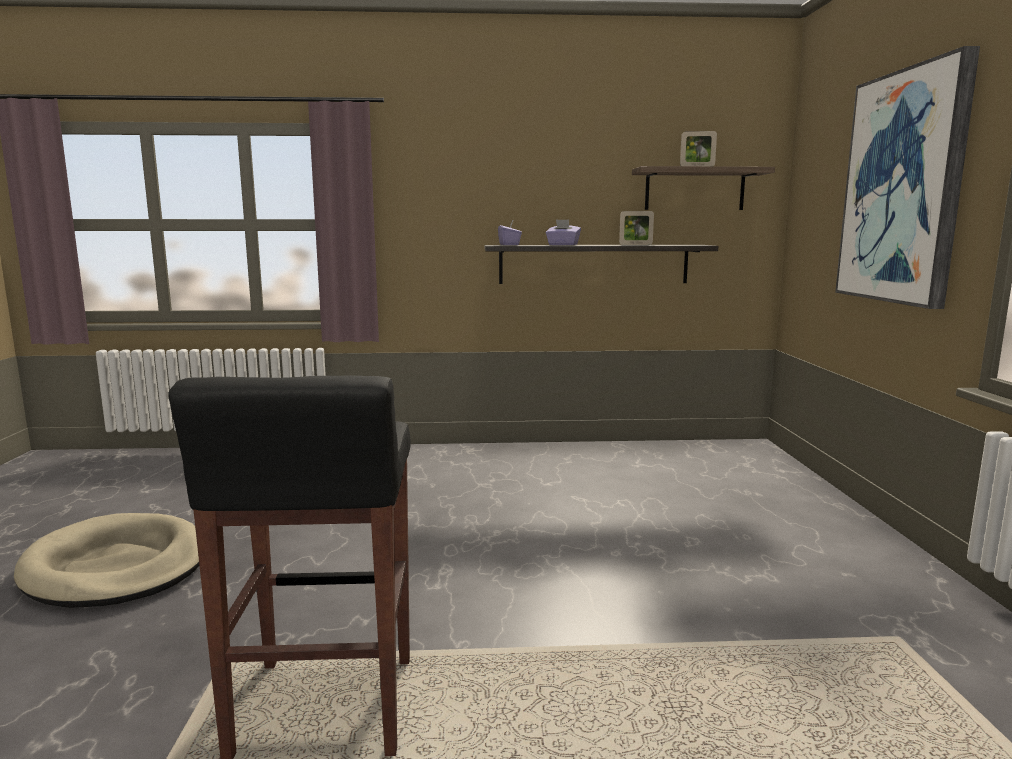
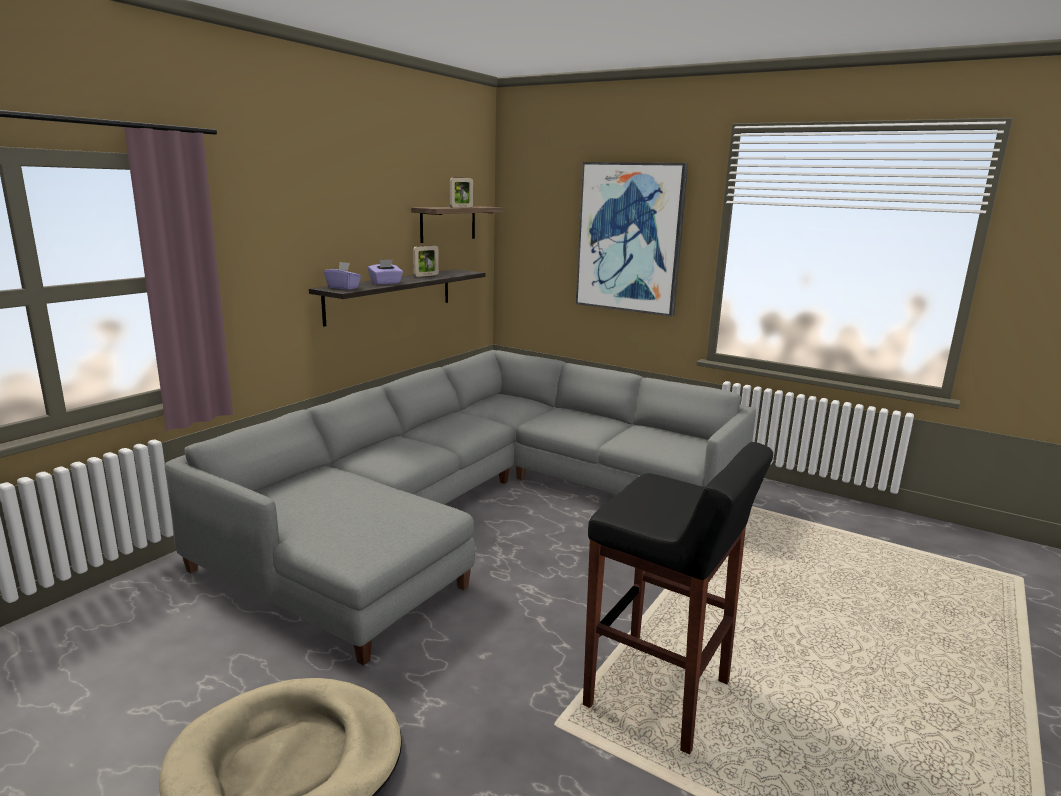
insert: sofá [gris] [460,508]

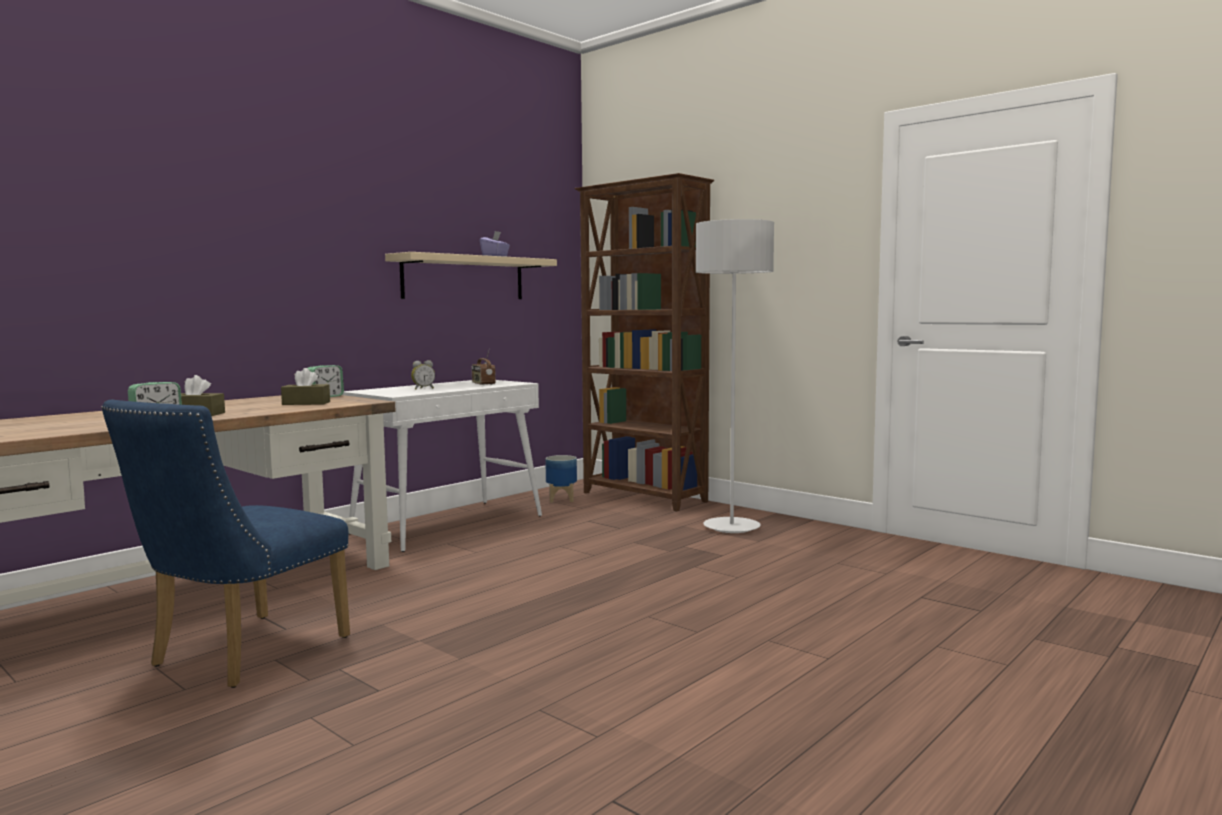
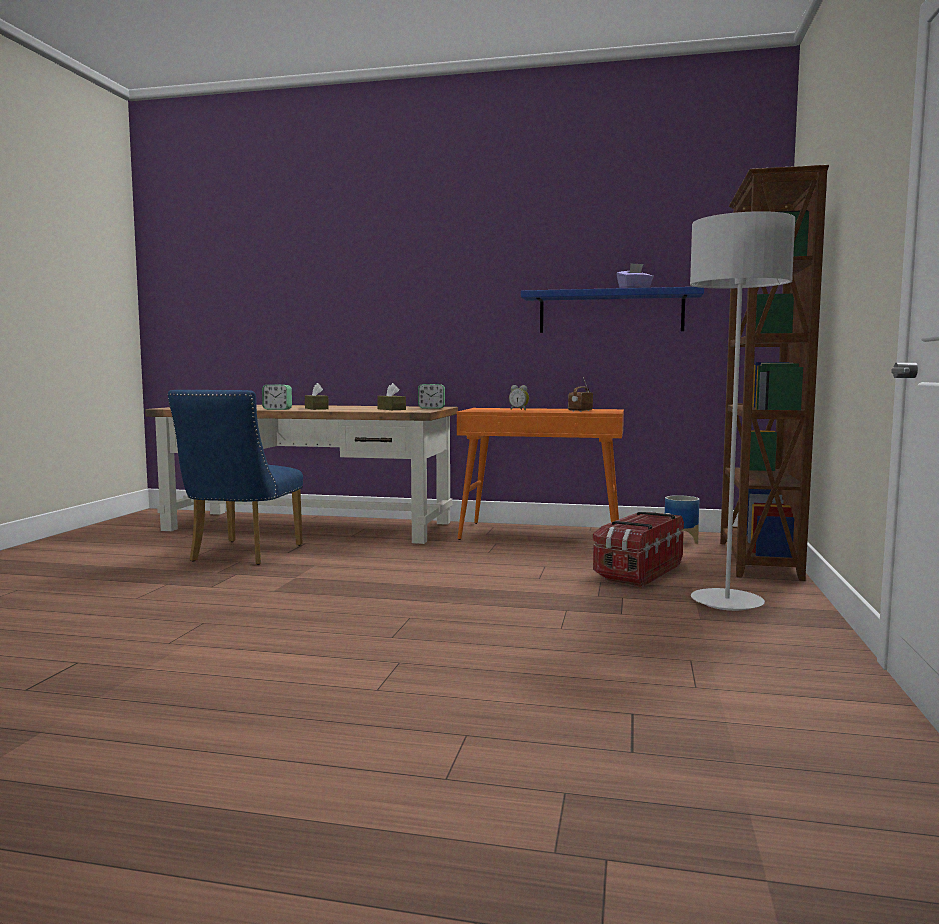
insert: caja de almacenaje [638,549]
recolor: estante [beis] [471,275] to estante [azul] [612,310]; mesa consola [blanco] [442,466] to mesa consola [naranja] [540,474]
rotate: silla [azul] [226,544] = [235,477] 75 degrees counterclockwise

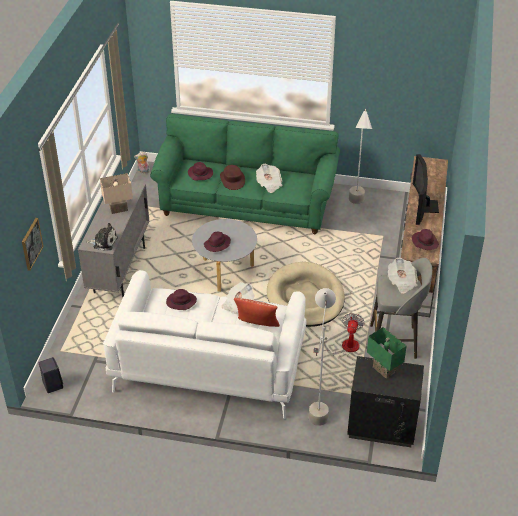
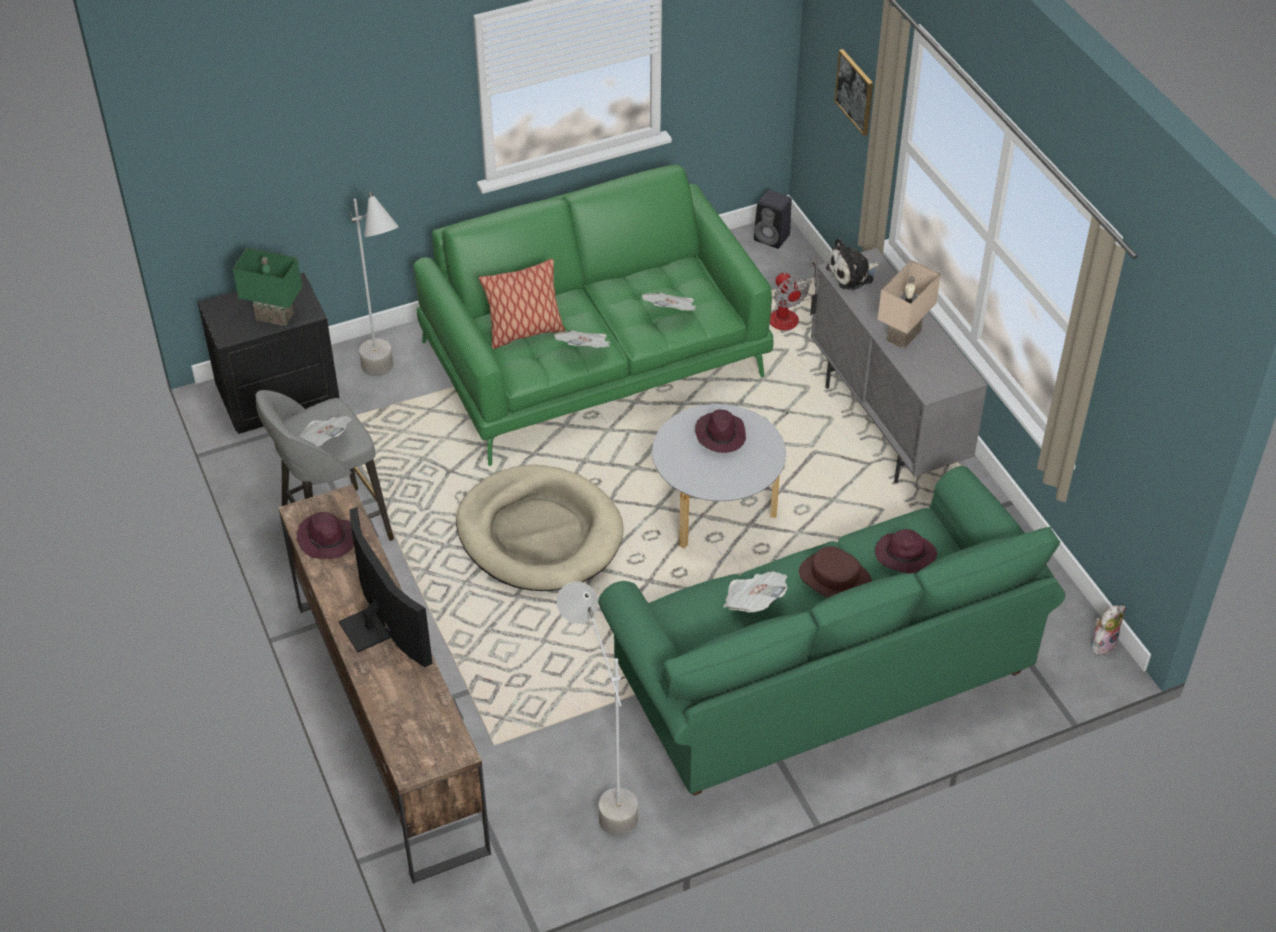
move: ventilador [339,335] to [793,293]
replace: sombrero [morado] [181,299] to periódico [669,301]
recolor: sofá [blanco] [205,344] to sofá [verde] [593,315]

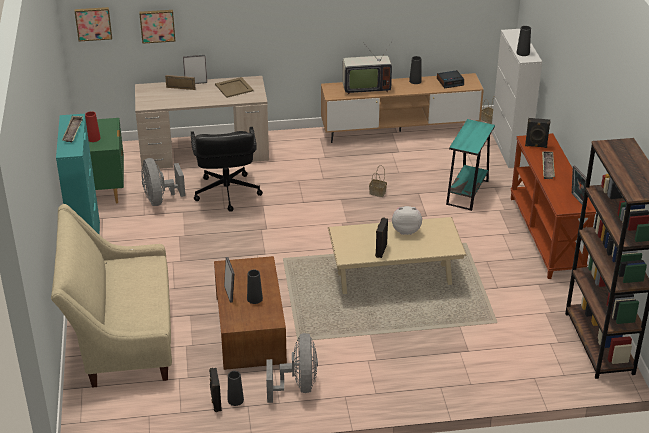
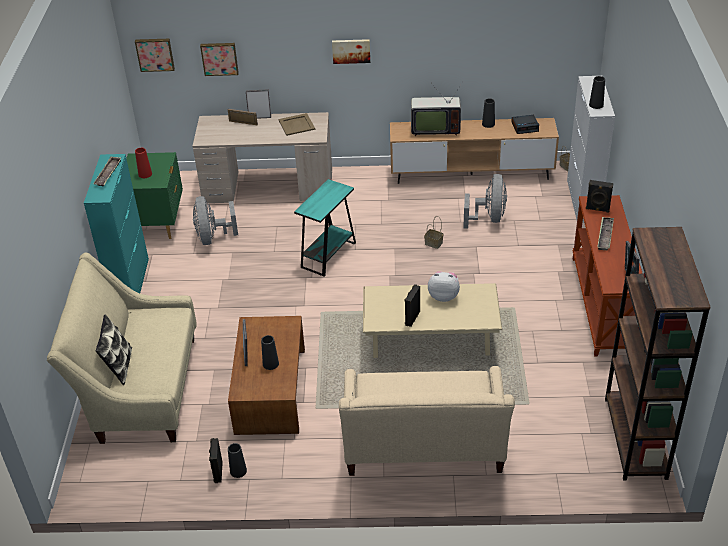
delete: silla de oficina [negro] [227,169]
insert: cuadro [351,51]; cojín [113,350]; sofá [beis] [427,421]
move: mesa auxiliar [turquesa] [470,165] to [325,228]; ventilador [gris] [292,368] to [485,201]

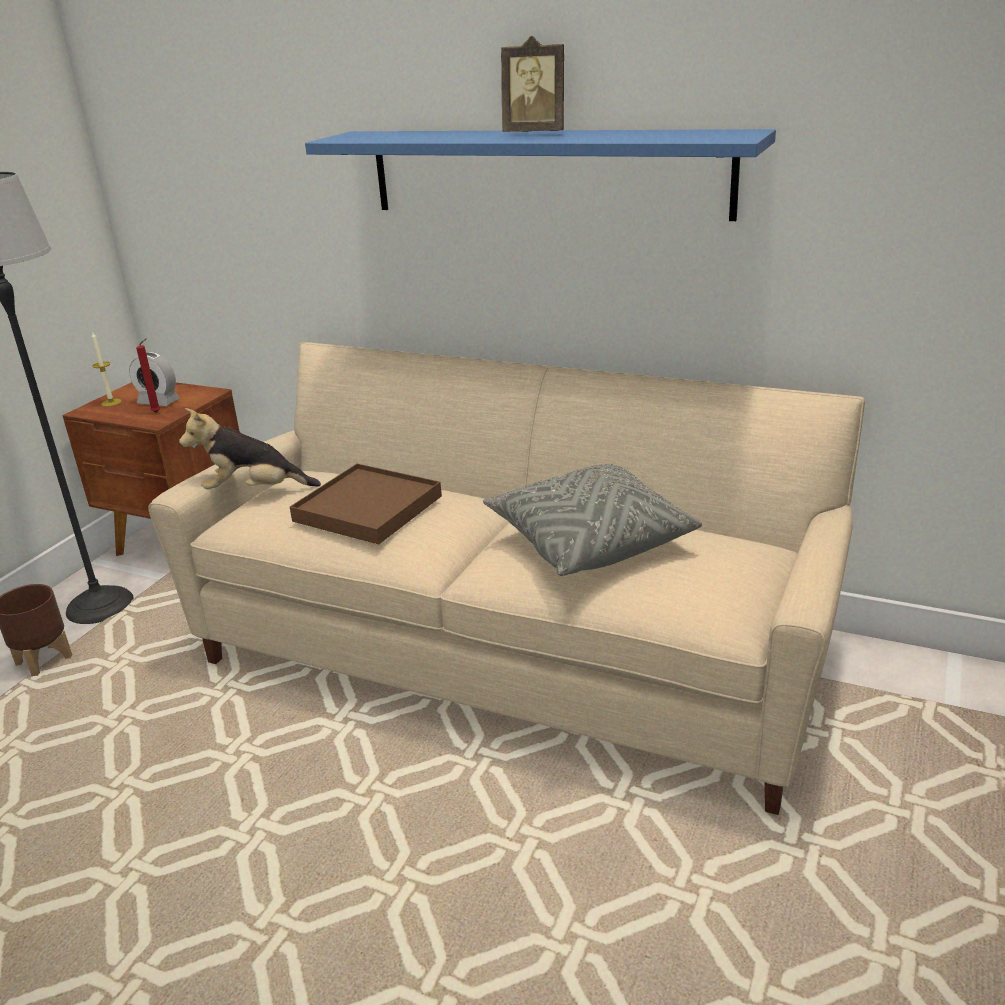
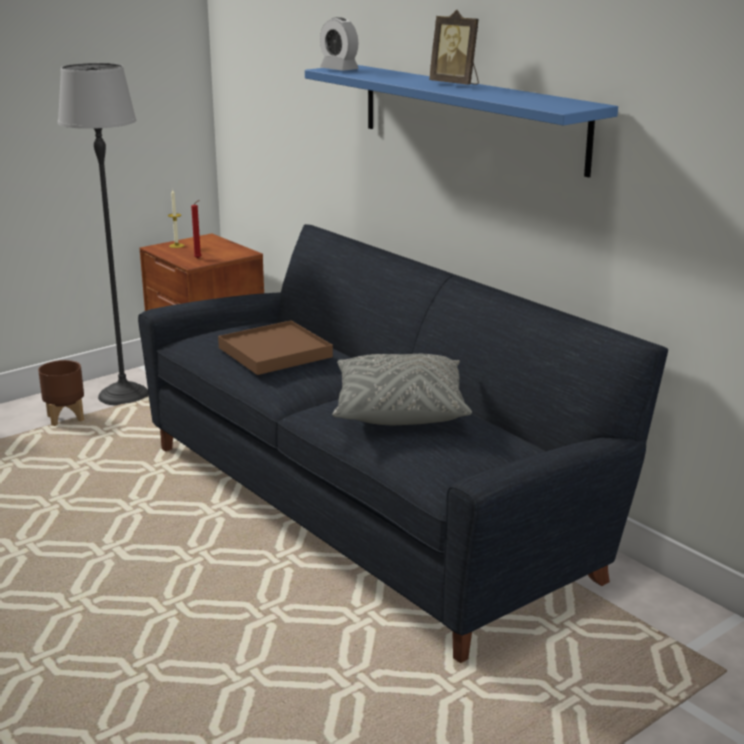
delete: peluche [250,449]
move: despertador [154,379] to [339,44]
recolor: sofá [beis] [506,578] to sofá [negro] [403,443]

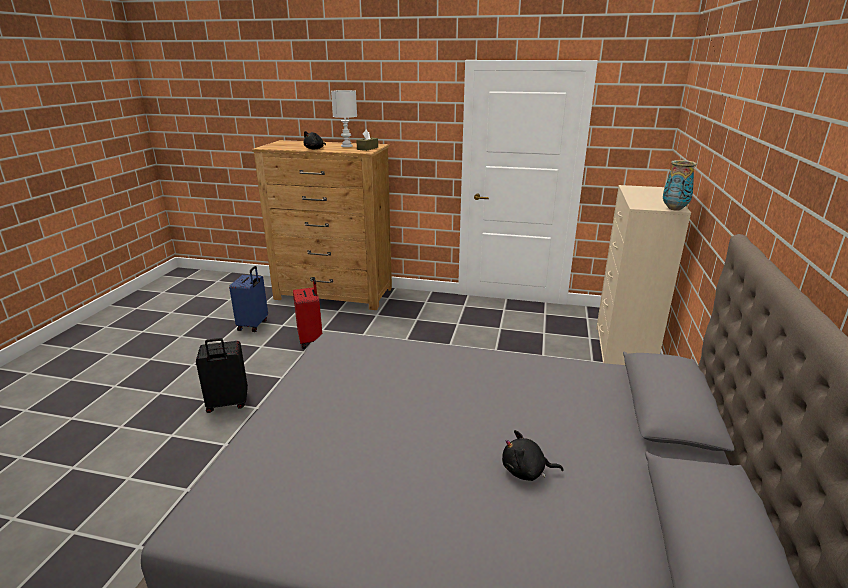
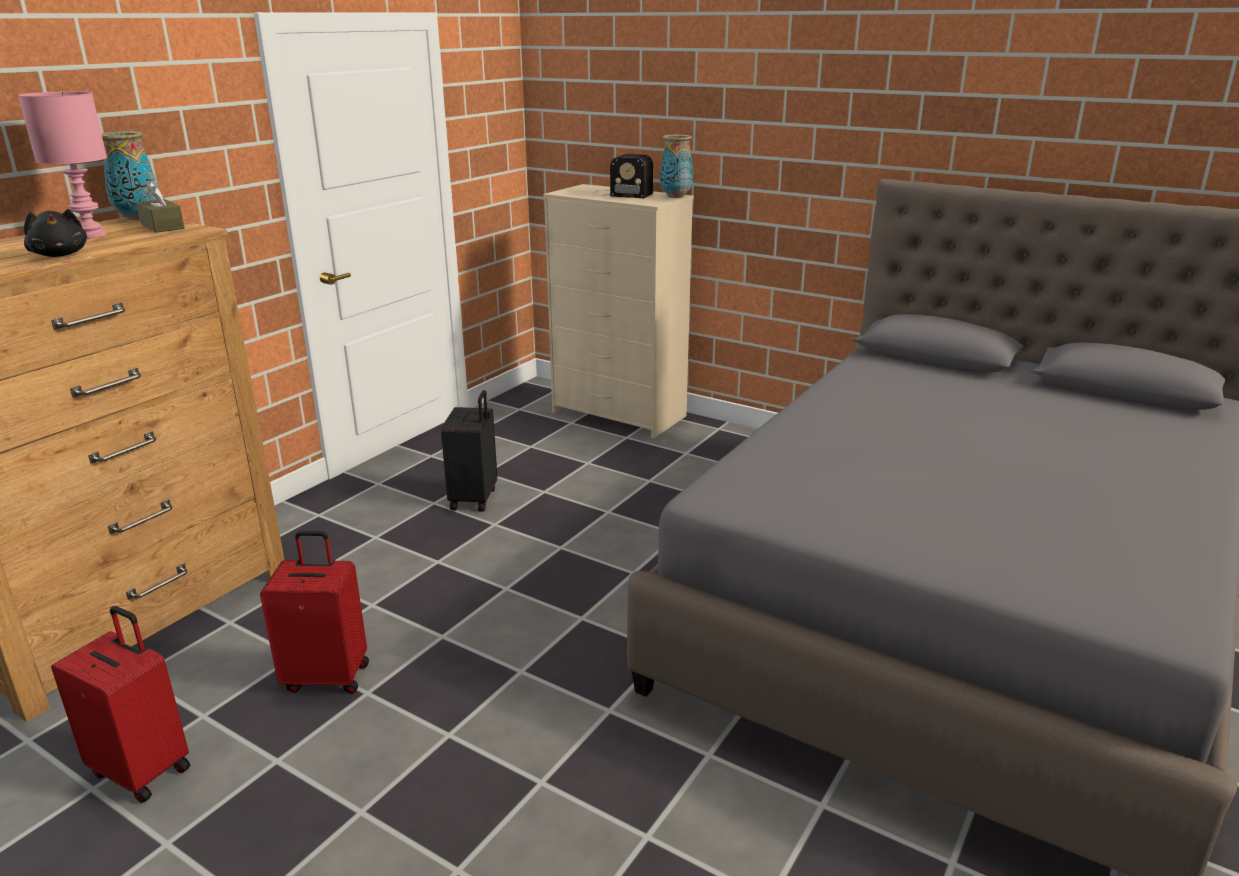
delete: peluche [negro] [532,455]
insert: florero [129,175]; radio [622,176]
move: maleta [negro] [222,375] to [469,451]
recolor: lámpara de mesa [blanco] [344,118] to lámpara de mesa [rosa] [62,165]; maleta [azul] [248,299] to maleta [rojo] [120,704]

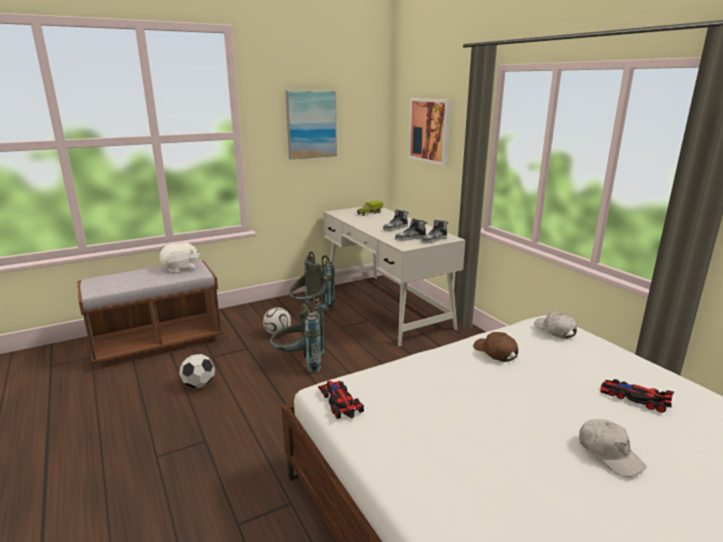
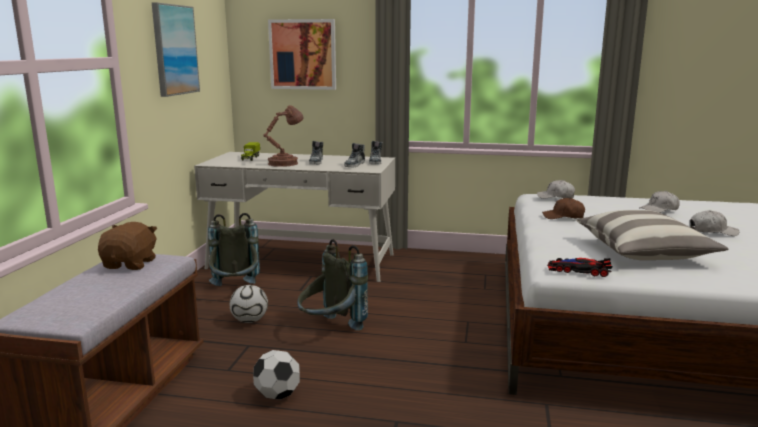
insert: lámpara de mesa [marrón] [283,136]; cojín [652,235]
replace: coche de juguete [637,396] to gorra [blanco] [660,202]
recolor: peluche [blanco] [179,258] to peluche [marrón] [127,246]

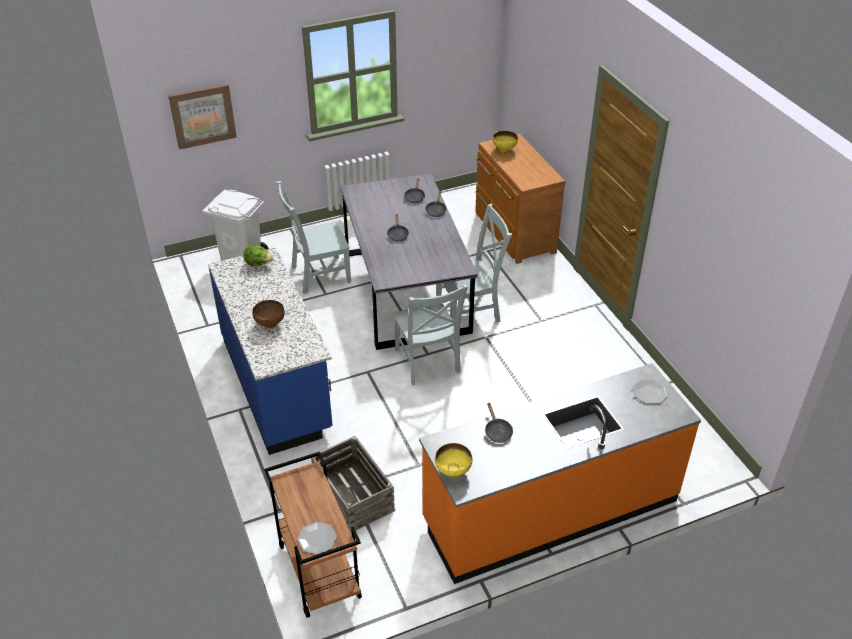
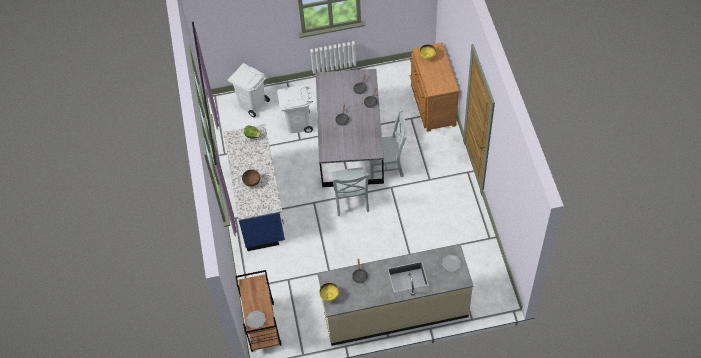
delete: cuadro [202,116]; caja de embalaje [353,484]
replace: silla [gris] [313,237] to papelera [blanco] [295,109]
recolor: mueble bajo de cocina [naranja] [560,473] to mueble bajo de cocina [beis] [395,295]

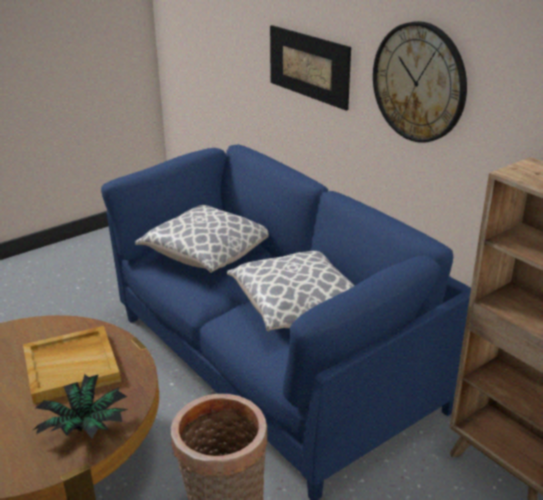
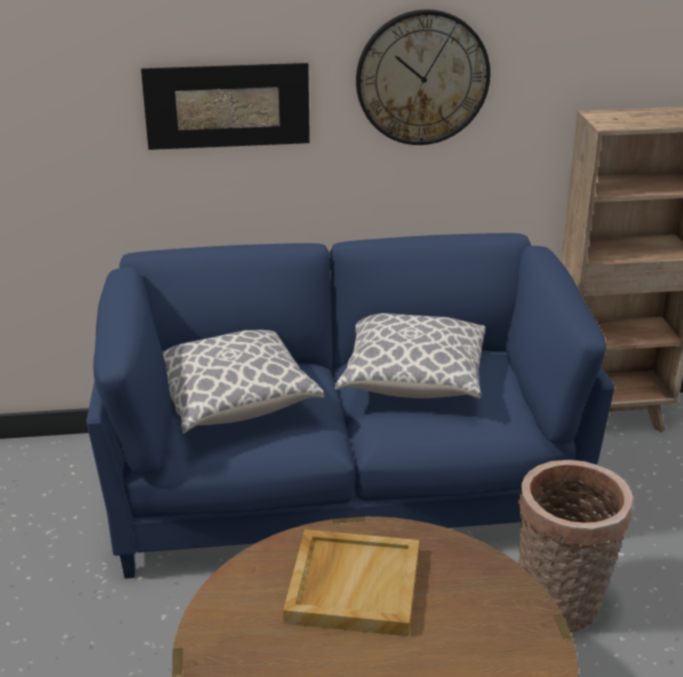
delete: planta en maceta [80,406]

